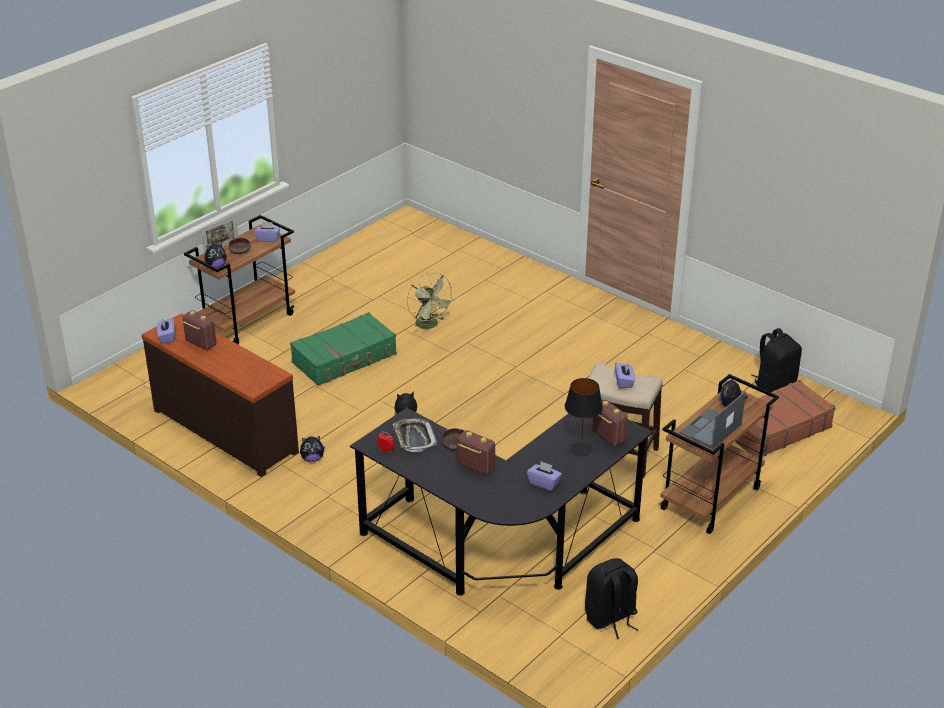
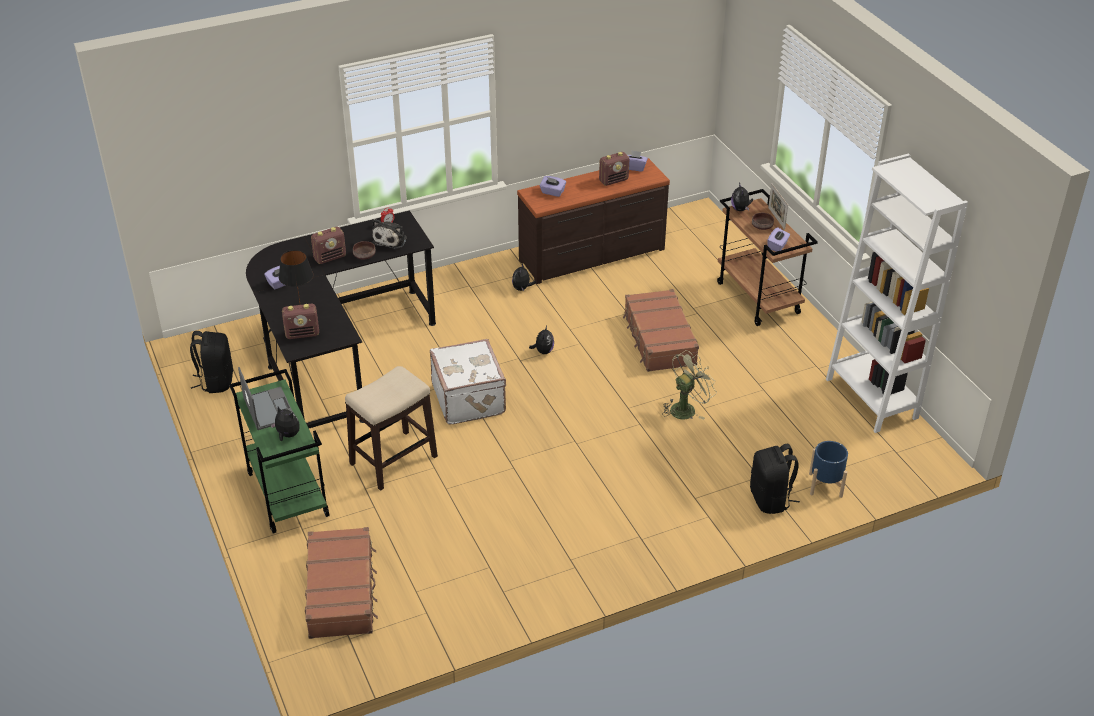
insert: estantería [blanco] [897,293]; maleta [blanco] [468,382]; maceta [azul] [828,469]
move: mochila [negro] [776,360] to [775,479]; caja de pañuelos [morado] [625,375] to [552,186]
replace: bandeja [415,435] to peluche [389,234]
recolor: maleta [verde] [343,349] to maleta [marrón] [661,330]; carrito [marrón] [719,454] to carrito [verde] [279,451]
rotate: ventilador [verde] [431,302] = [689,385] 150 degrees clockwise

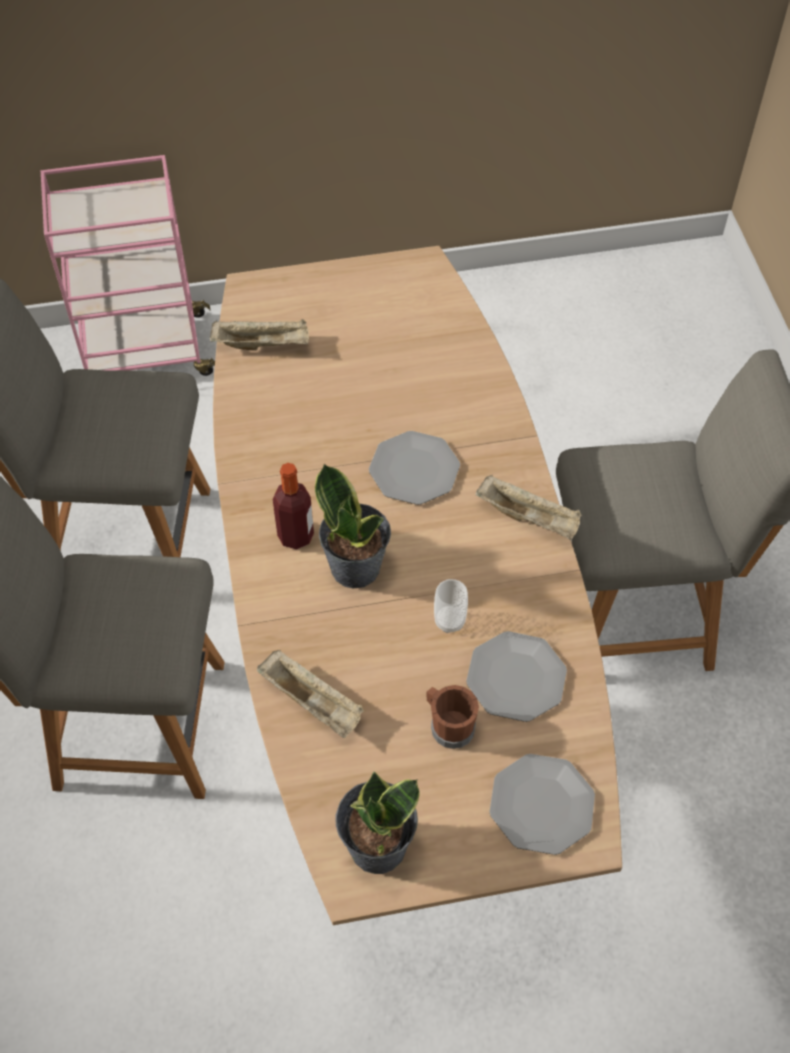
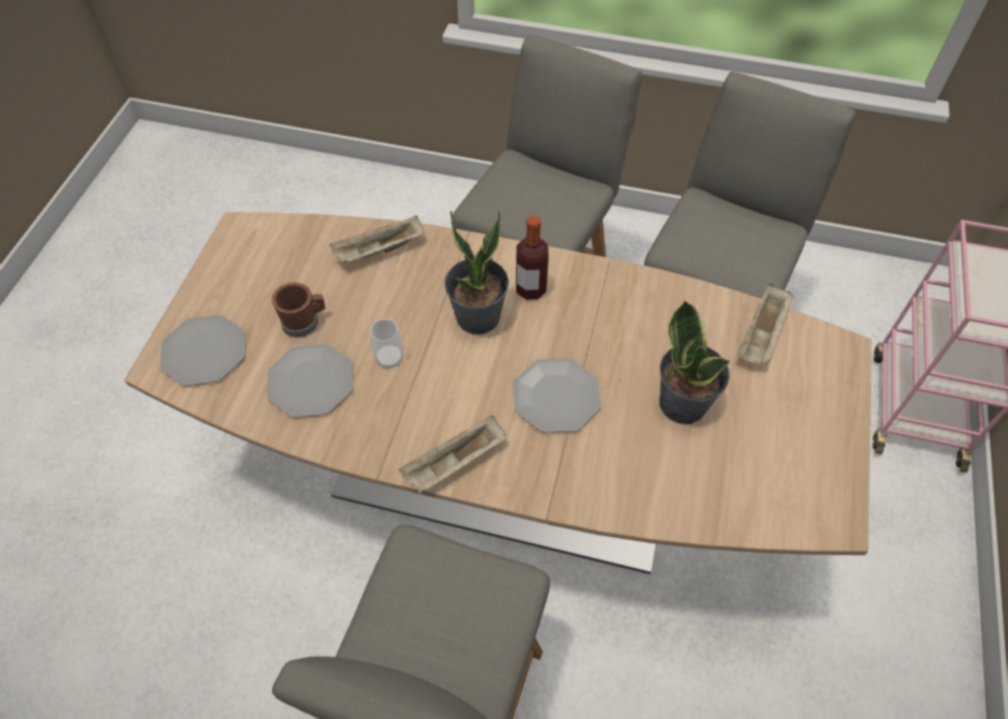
move: planta en maceta [377,822] to [694,362]

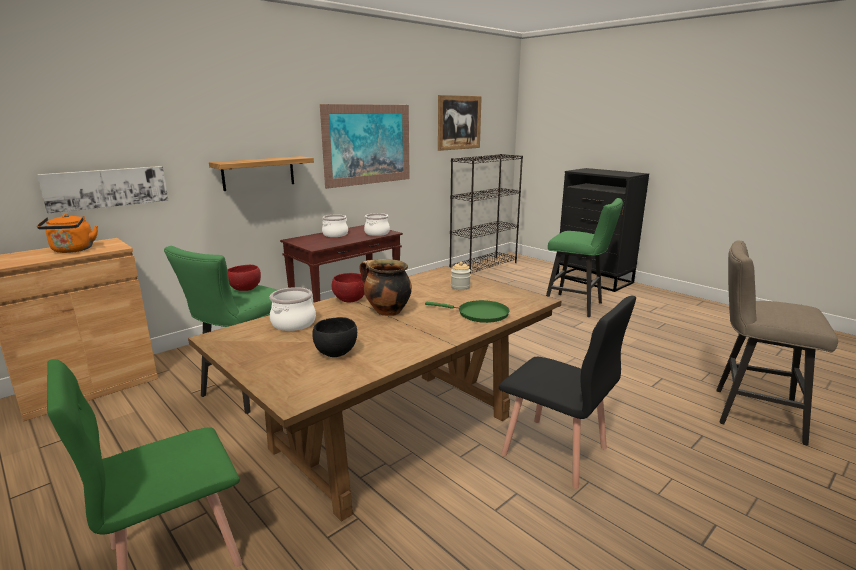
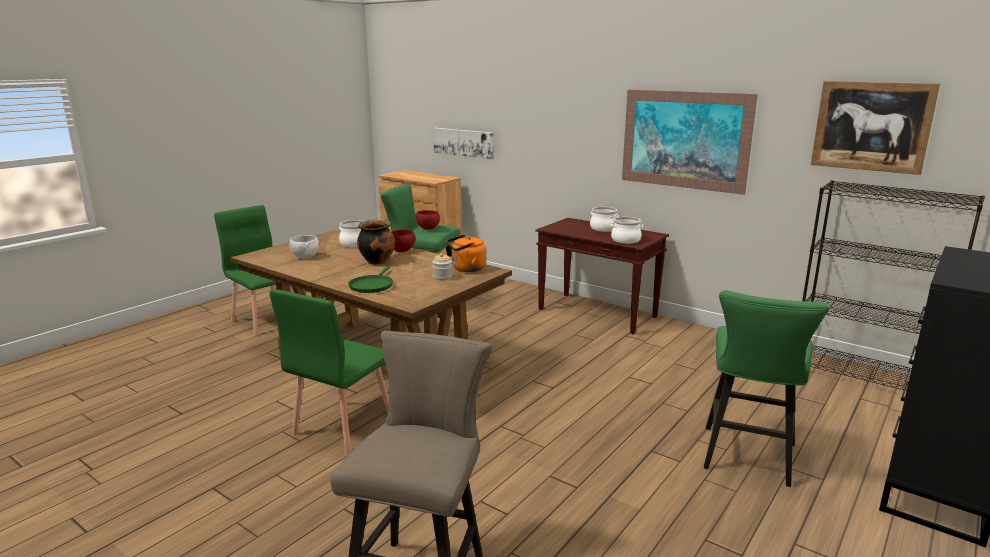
delete: estante [261,173]
move: hervidor [naranja] [67,233] to [466,253]
recolor: silla [negro] [567,392] to silla [verde] [330,371]; cuenco [negro] [334,337] to cuenco [blanco] [304,247]

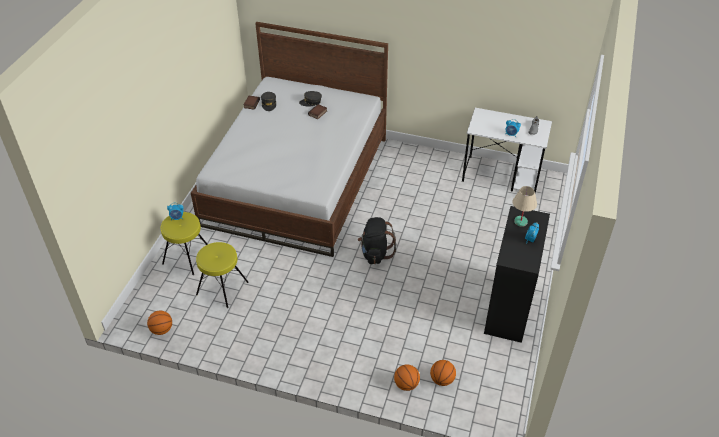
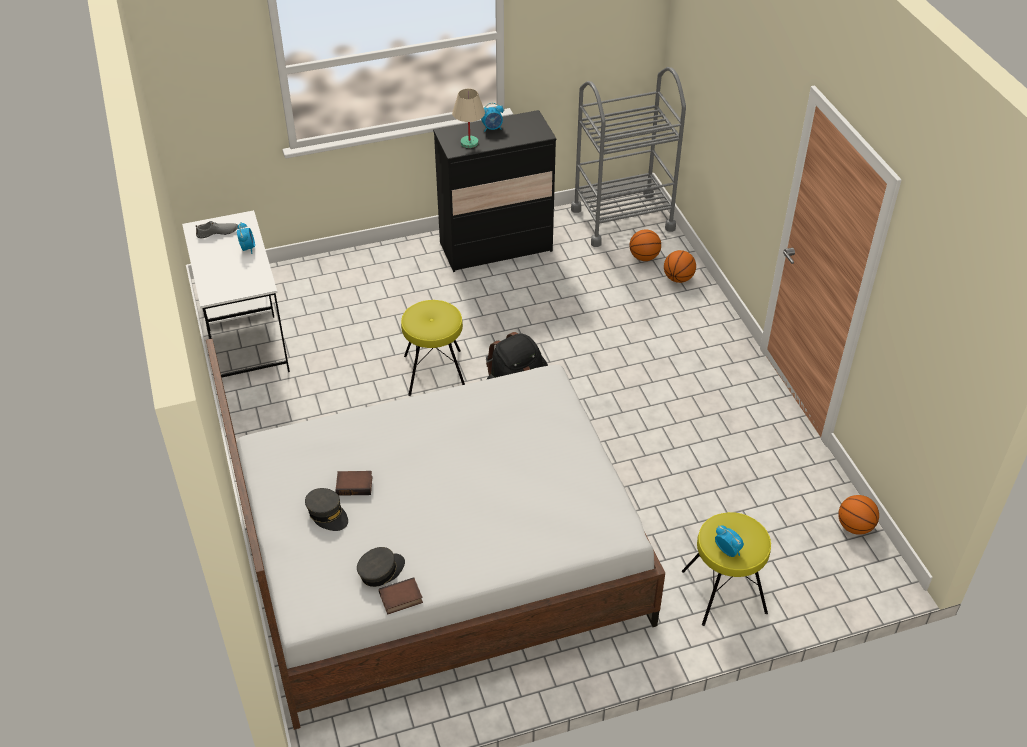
insert: carrito [gris] [628,157]
move: taburete [amarillo] [222,275] to [433,348]

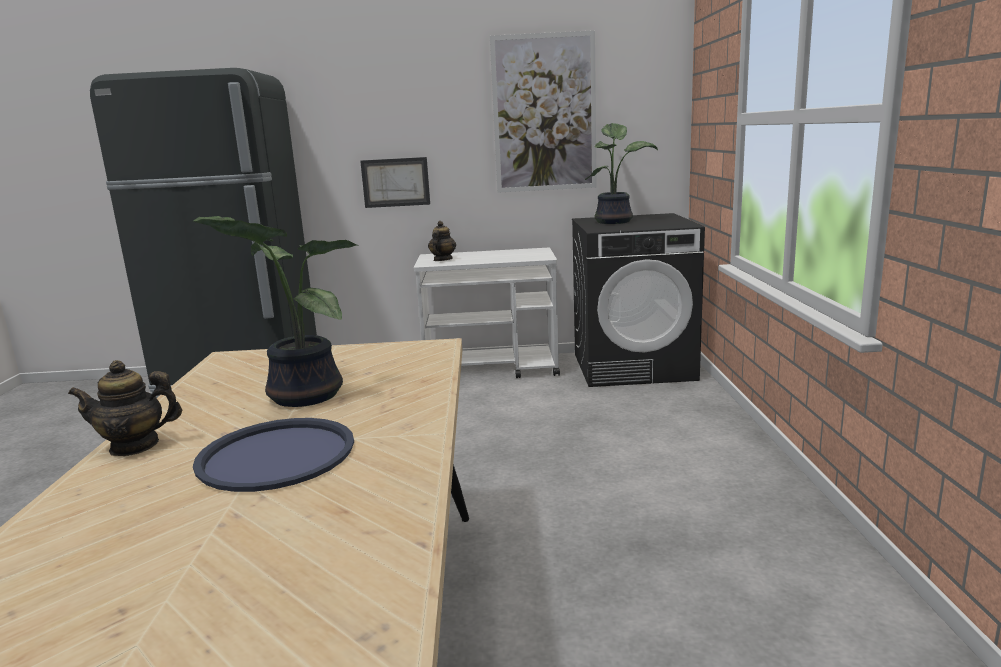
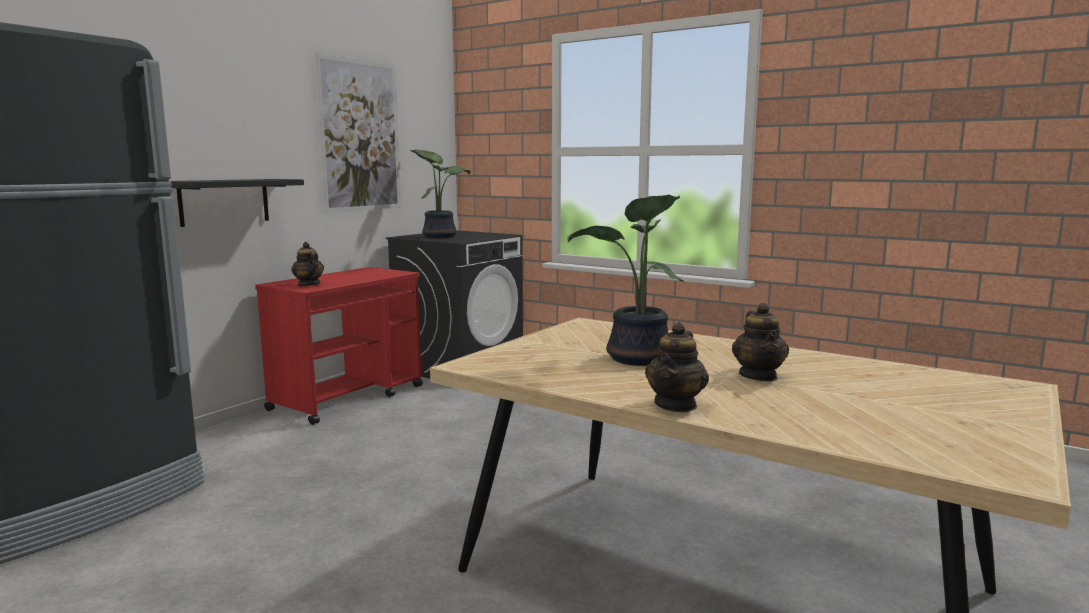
replace: cuadro [395,182] to estante [negro] [237,203]; bandeja [azul] [273,455] to tetera [760,342]
recolor: carrito [blanco] [487,313] to carrito [rojo] [339,346]

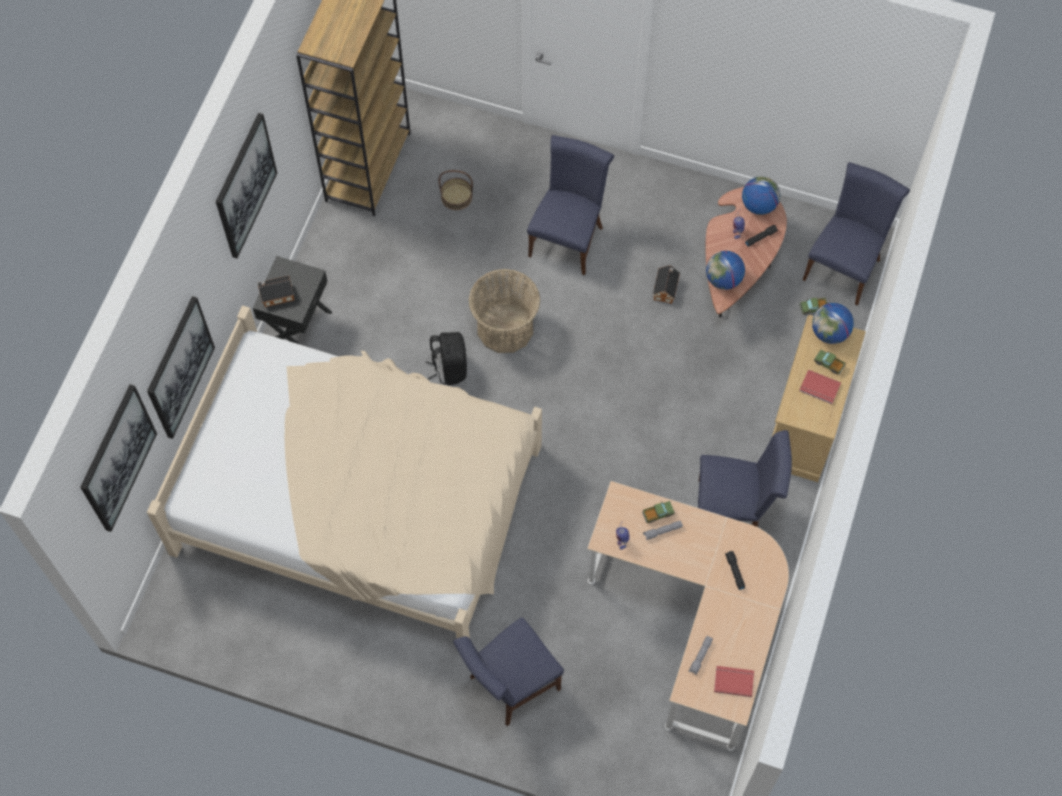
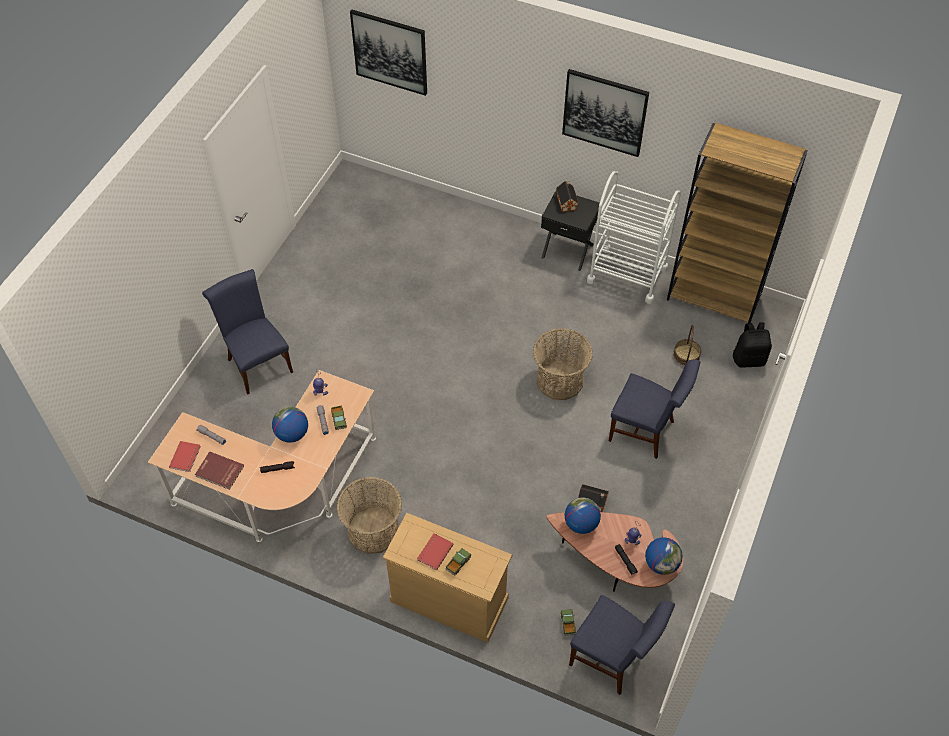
delete: cuadro [181,367]; cama [beis] [344,472]
insert: carrito [blanco] [634,237]; libro [rojo] [219,471]
move: globo terráqueo [833,323] to [290,425]; mochila [negro] [446,358] to [752,344]
replace: silla [azul] [745,478] to cesta [369,515]

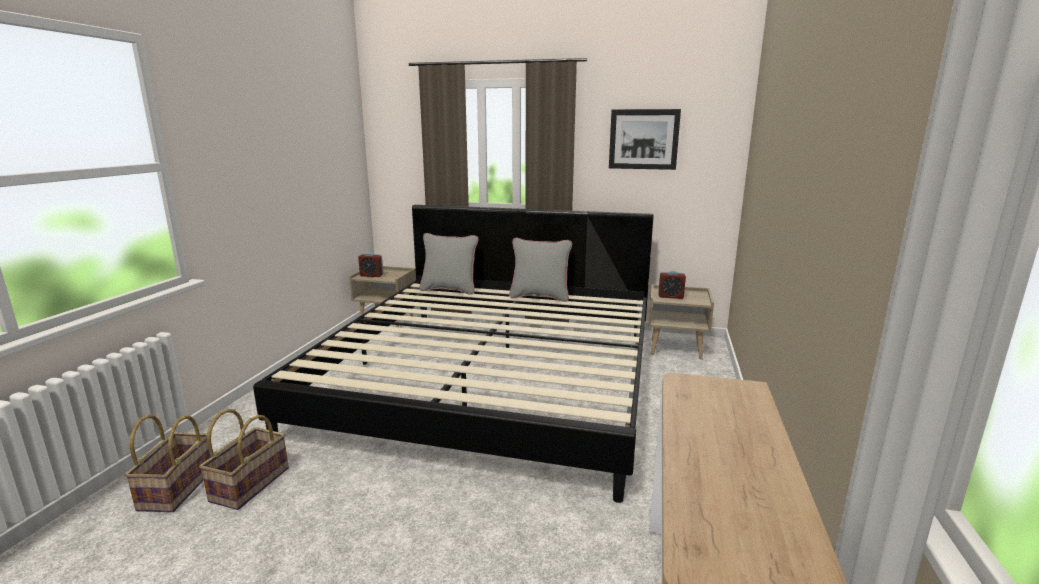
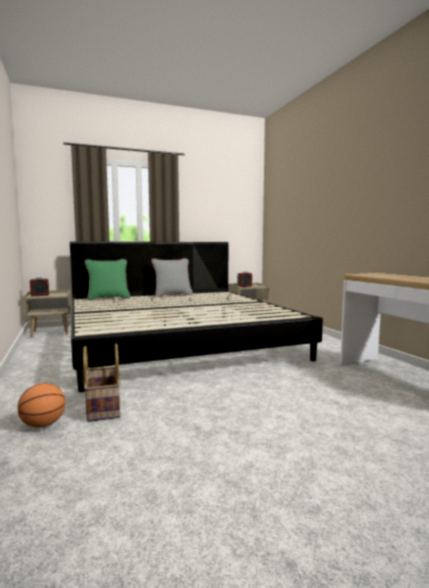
delete: cuadro [645,139]
replace: cesta [168,463] to balón de baloncesto [41,405]
recolor: cojín [gris] [449,264] to cojín [verde] [107,280]

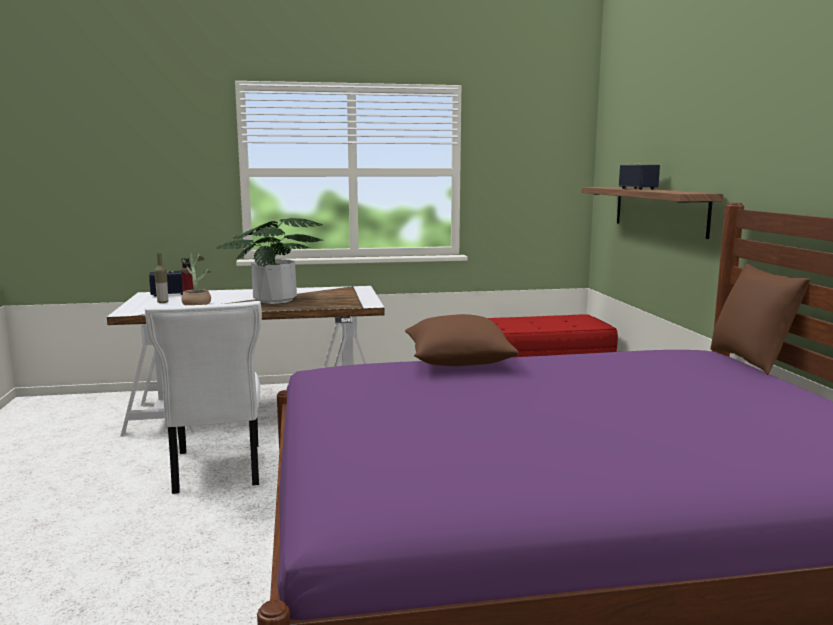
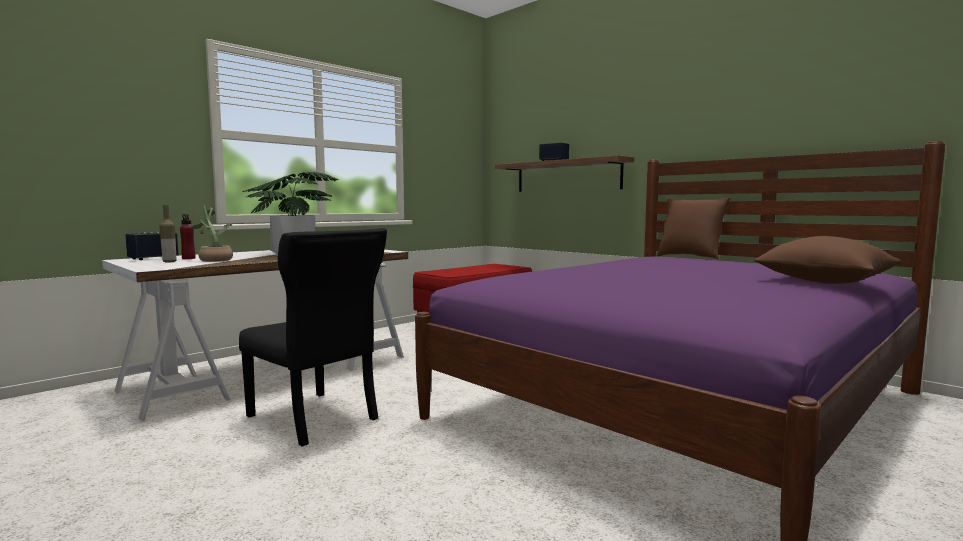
move: cojín [marrón] [462,340] to [827,260]
recolor: silla [blanco] [203,397] to silla [negro] [313,337]

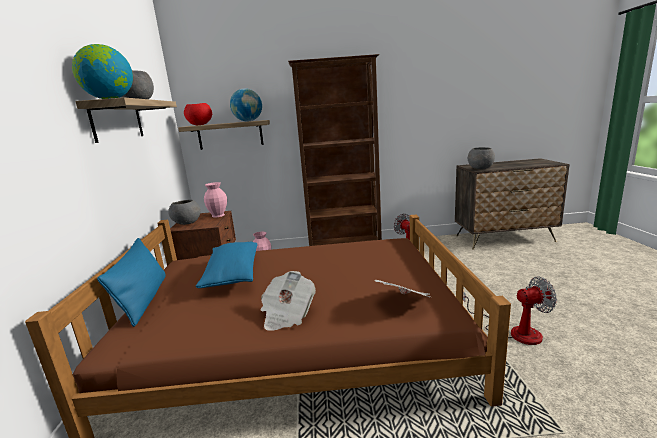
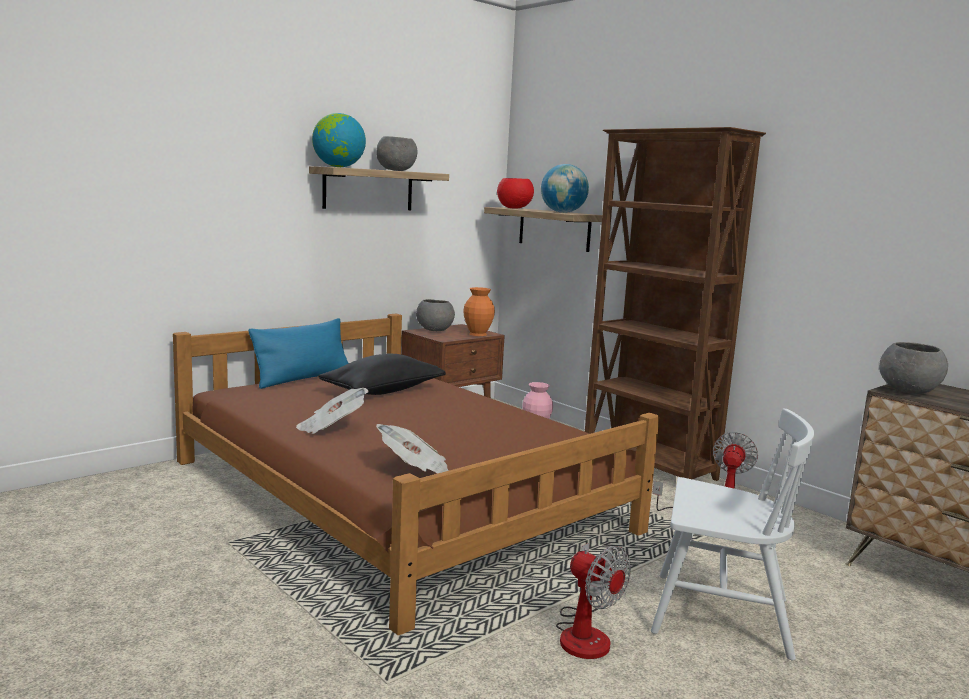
insert: silla [blanco] [732,534]
recolor: florero [rosa] [215,199] to florero [naranja] [479,311]; cojín [azul] [226,265] to cojín [negro] [382,374]

